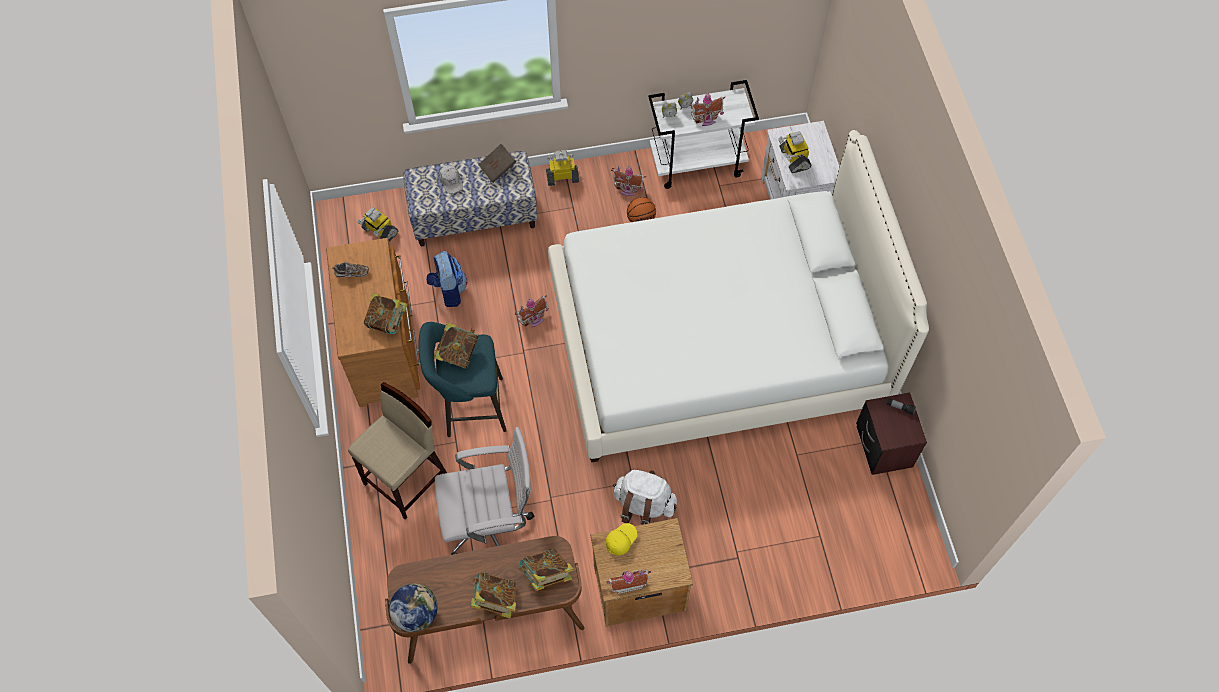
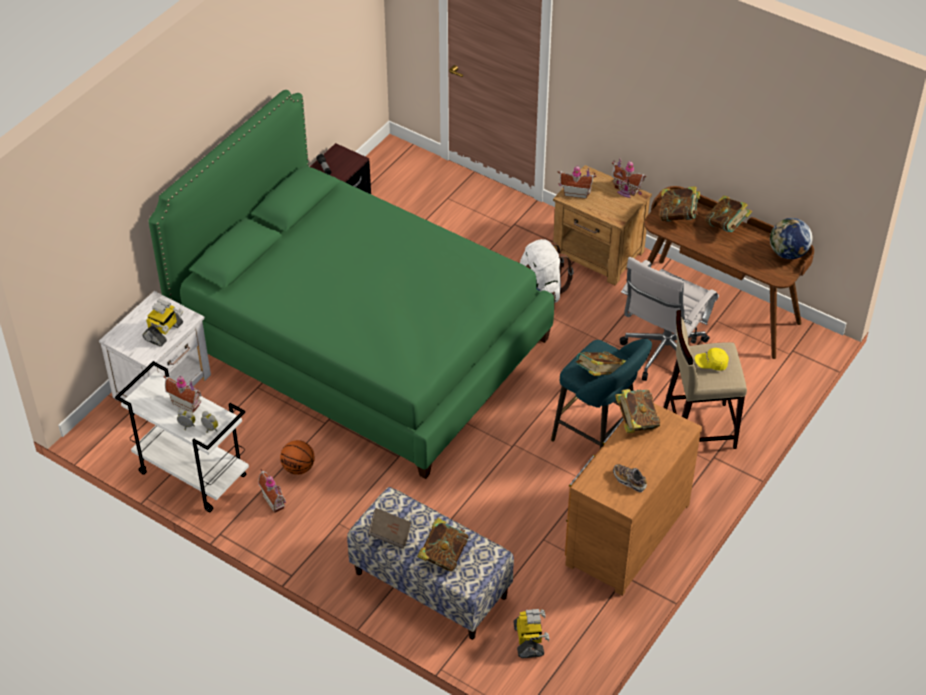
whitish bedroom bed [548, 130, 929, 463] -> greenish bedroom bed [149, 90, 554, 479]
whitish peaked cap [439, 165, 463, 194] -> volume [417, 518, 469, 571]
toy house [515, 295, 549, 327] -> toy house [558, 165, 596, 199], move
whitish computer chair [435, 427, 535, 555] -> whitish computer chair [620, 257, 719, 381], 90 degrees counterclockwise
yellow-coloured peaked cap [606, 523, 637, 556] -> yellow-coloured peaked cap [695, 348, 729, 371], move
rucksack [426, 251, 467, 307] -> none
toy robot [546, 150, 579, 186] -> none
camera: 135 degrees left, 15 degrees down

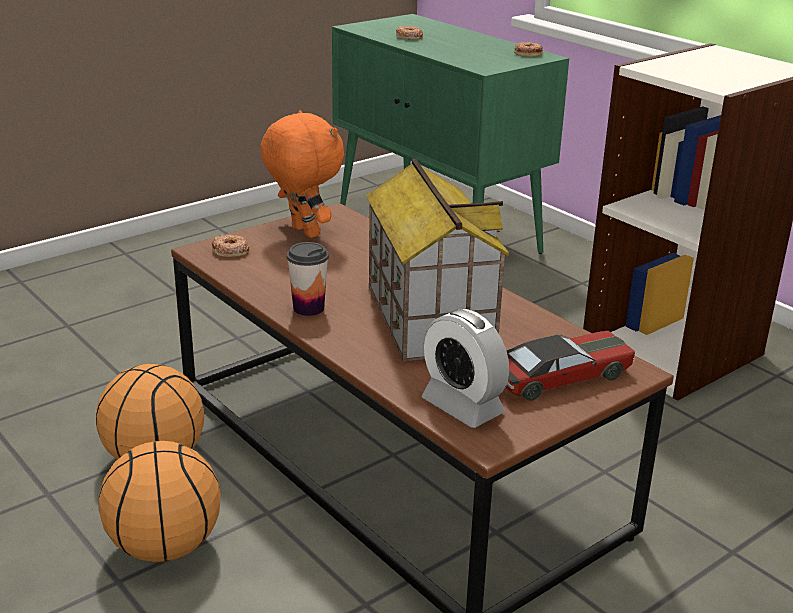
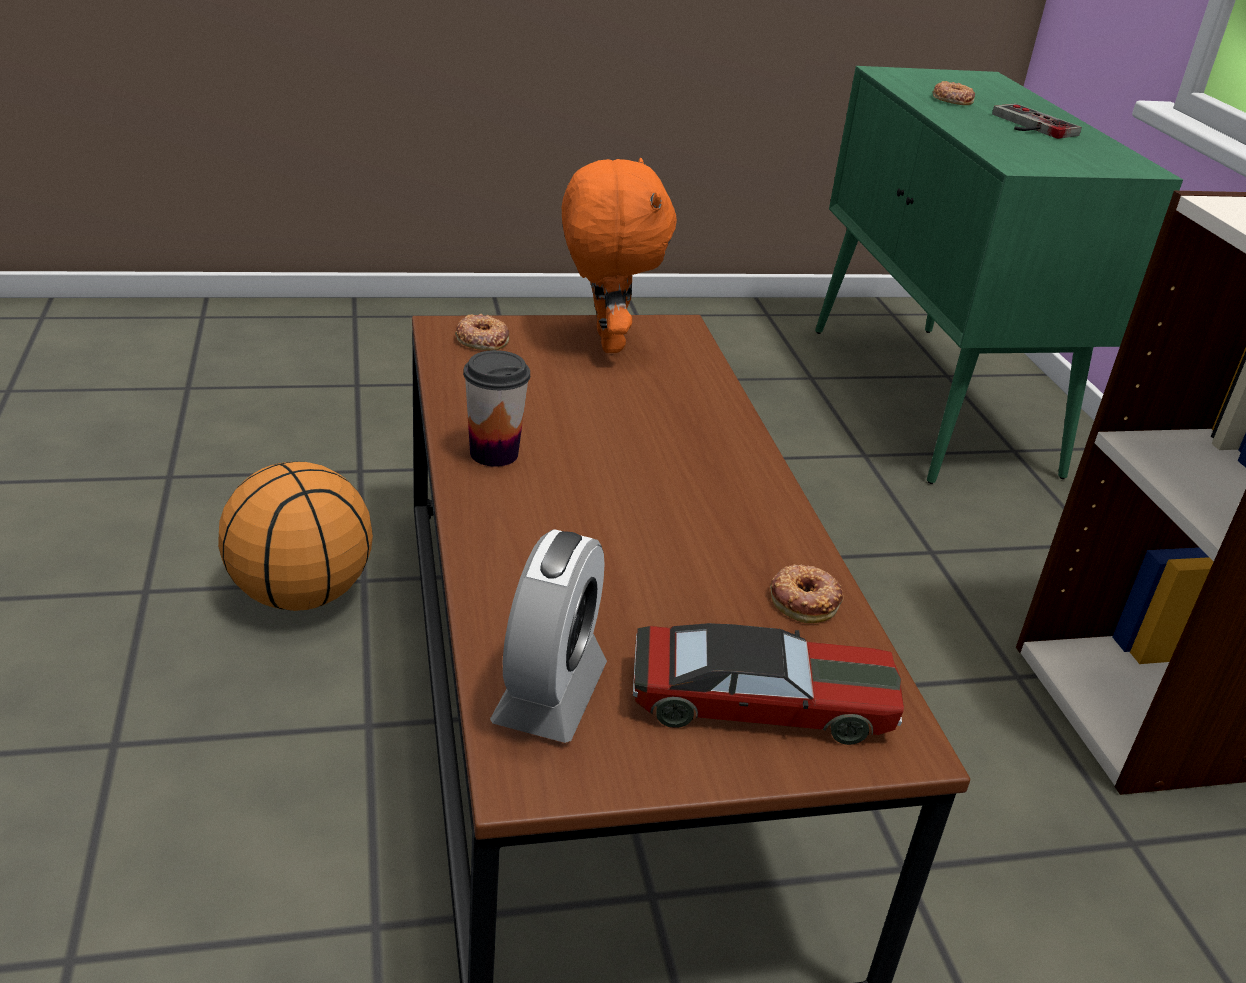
alarm clock [422, 309, 509, 428] -> alarm clock [490, 529, 607, 743], 150 degrees counterclockwise
ring doughnut [514, 42, 543, 57] -> ring doughnut [770, 564, 844, 623], move
none -> game controller [992, 103, 1082, 139]
basketball [99, 441, 221, 562] -> none
toy house [366, 158, 510, 362] -> none
camera: 25 degrees right, 5 degrees up

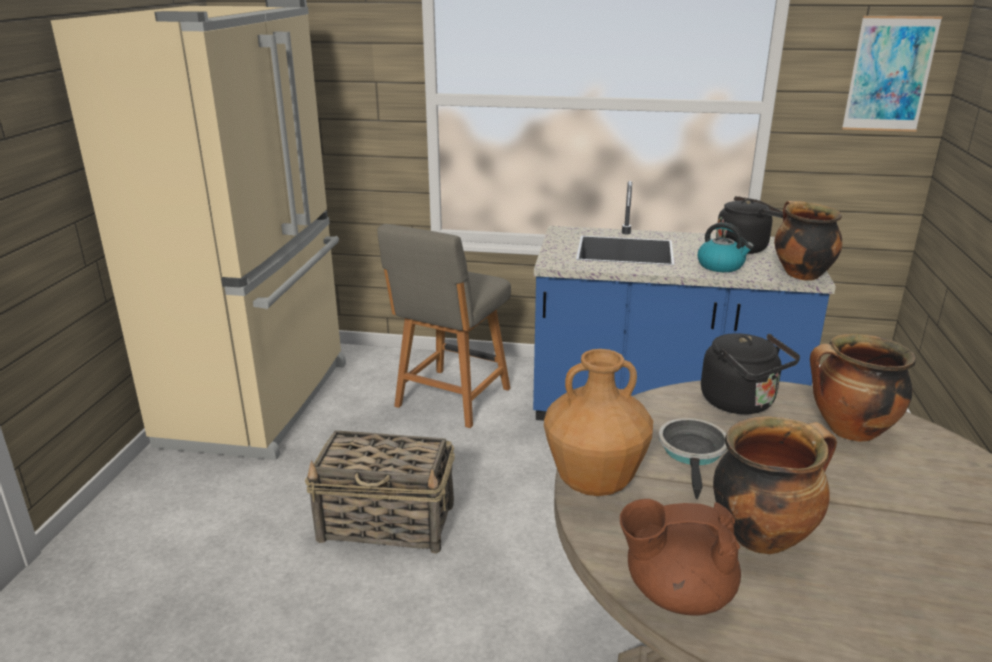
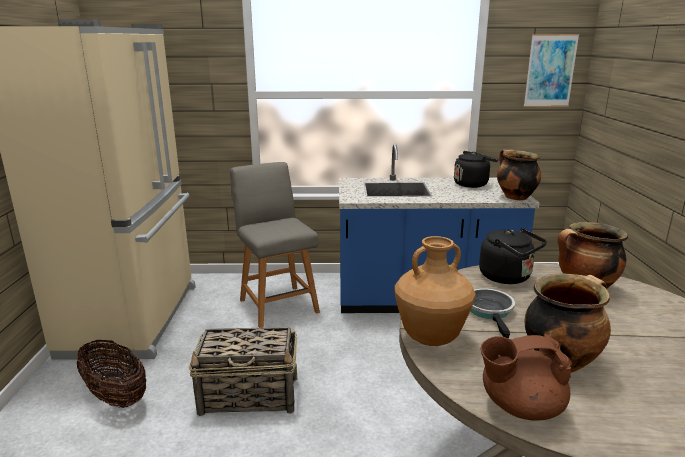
none -> household basket [77, 340, 146, 408]
grey plain chair [377, 224, 511, 428] -> grey plain chair [230, 162, 320, 328], 135 degrees clockwise
tea kettle [698, 222, 754, 272] -> none
camera: 10 degrees left, 5 degrees down

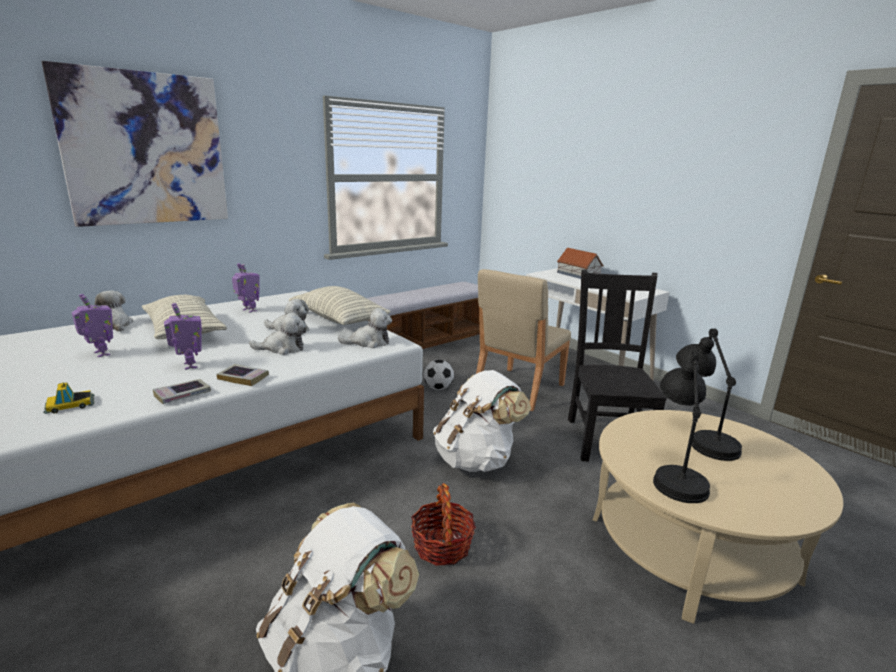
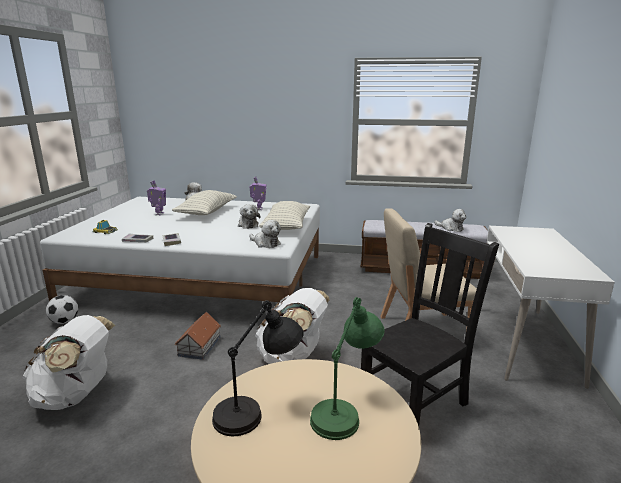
ball for football [424, 359, 454, 390] -> ball for football [46, 295, 78, 324], move
toy house [557, 248, 604, 279] -> toy house [175, 312, 221, 360], move
black-coloured lamp for a table [676, 328, 742, 461] -> greenish lamp for a table [310, 297, 384, 440]
cuddly toy [249, 313, 306, 355] -> cuddly toy [434, 209, 466, 232], move
wall picture [42, 61, 228, 227] -> none
toy robot [164, 303, 202, 370] -> none
household basket [411, 483, 476, 566] -> none
camera: 50 degrees right, 0 degrees up

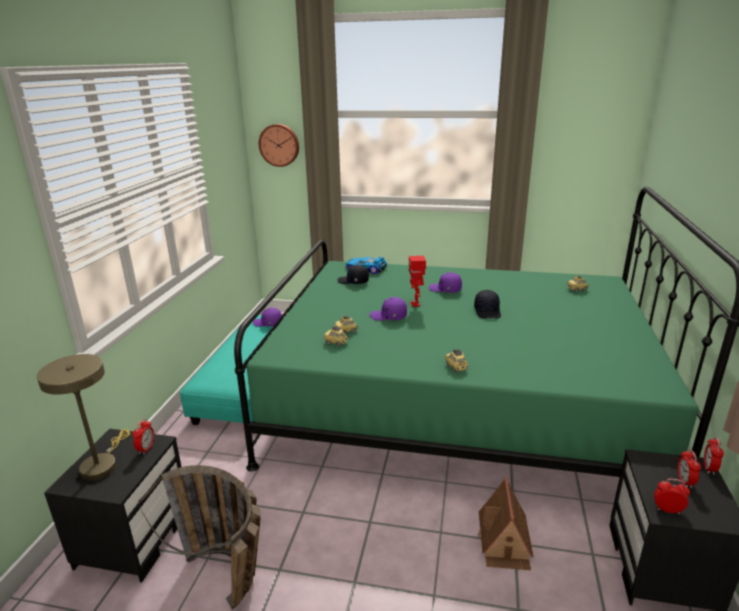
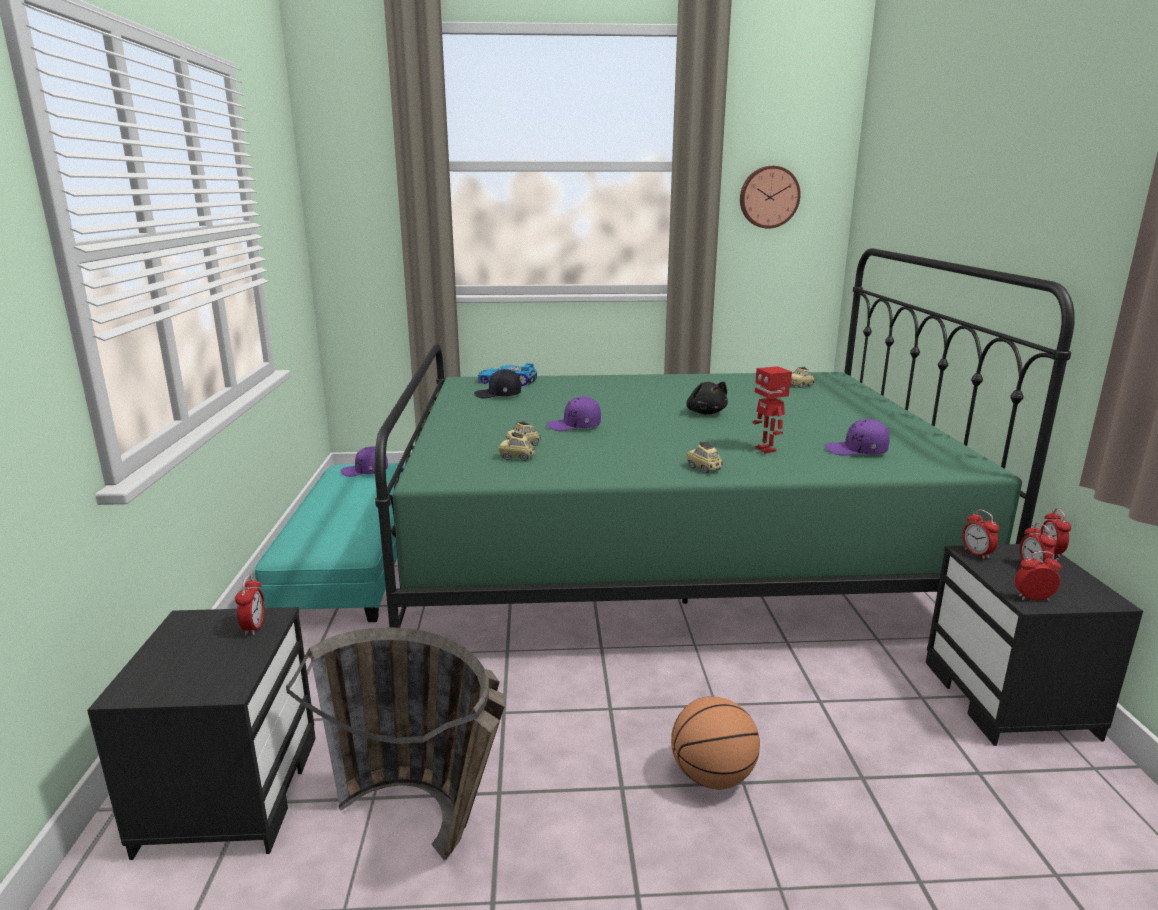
none -> basketball [671, 696, 760, 789]
black-coloured peaked cap [474, 290, 501, 319] -> black-coloured cuddly toy [686, 382, 728, 415]
wall clock [259, 124, 299, 167] -> wall clock [740, 166, 801, 229], move
toy robot [409, 256, 426, 307] -> toy robot [753, 366, 792, 453], move
purple-coloured peaked cap [429, 272, 462, 293] -> purple-coloured peaked cap [824, 419, 890, 455], move
none -> alarm clock [962, 510, 999, 559]
beige lamp for a table [37, 354, 130, 481] -> none
toy house [478, 477, 533, 570] -> none
camera: 15 degrees left, 5 degrees down

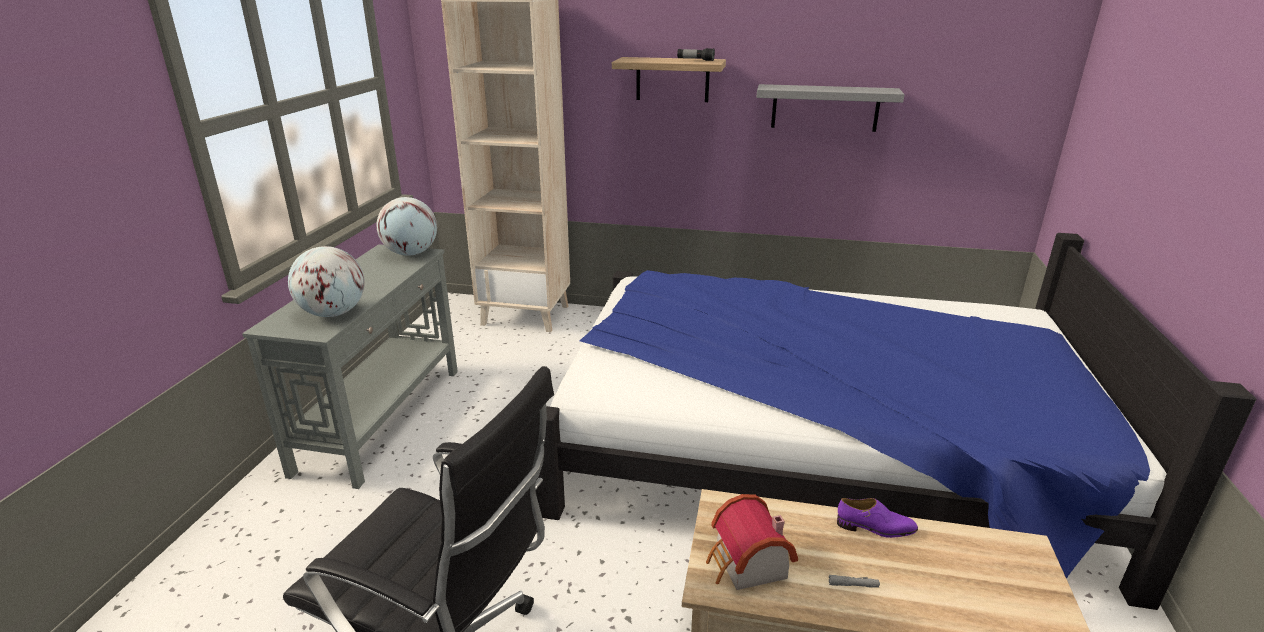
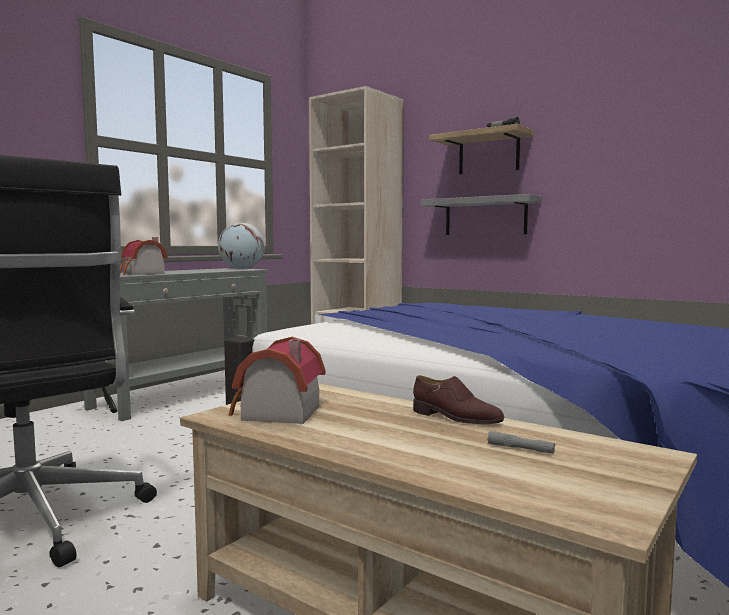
desk globe [288, 246, 365, 317] -> toy house [120, 237, 168, 275]
purple-coloured item of footwear [837, 498, 918, 538] -> brownish item of footwear [413, 375, 505, 424]
grey shelf [757, 84, 905, 132] -> grey shelf [421, 194, 542, 235], move
grey hand torch [829, 575, 880, 588] -> grey hand torch [487, 431, 555, 453], move
camera: 25 degrees right, 20 degrees down

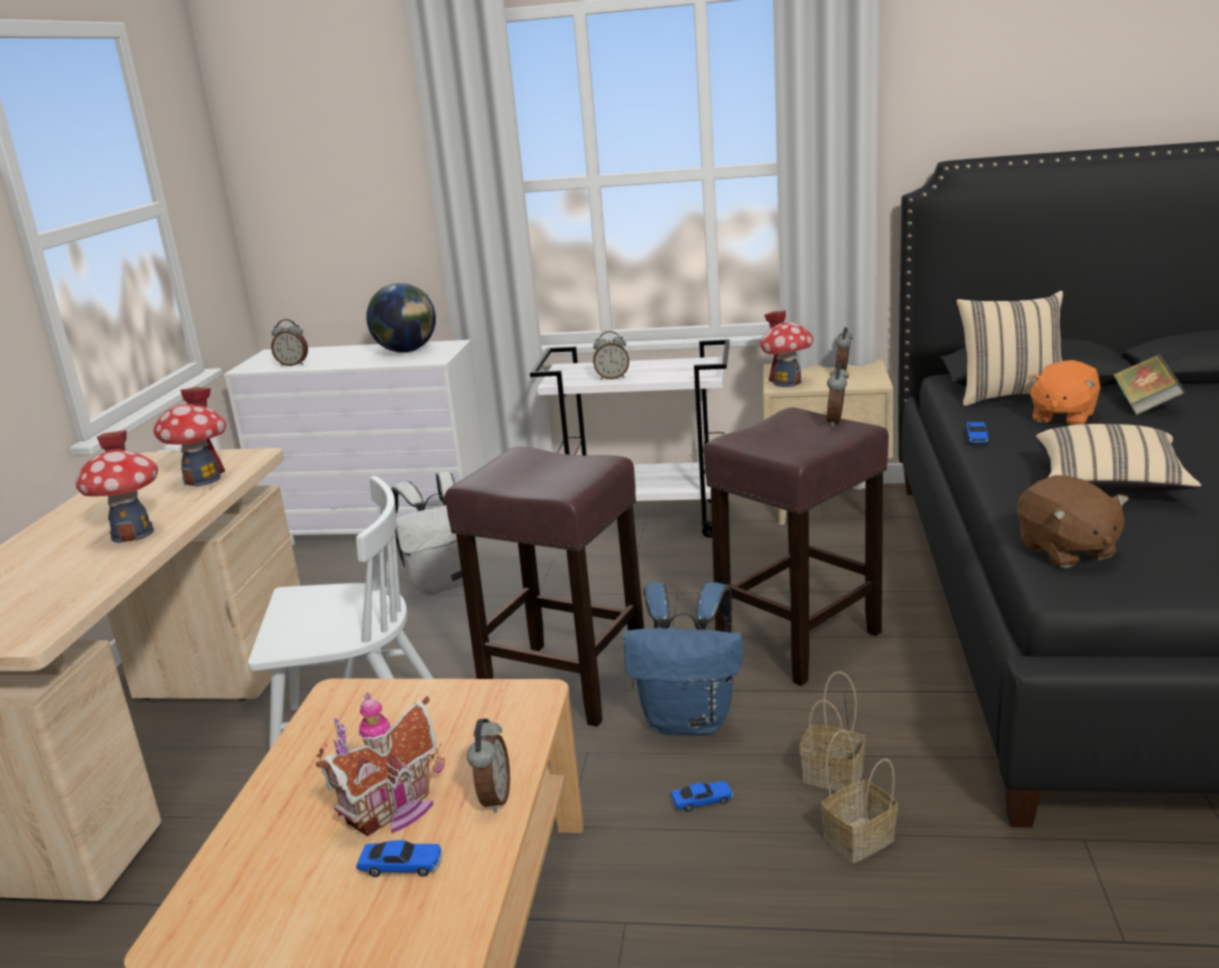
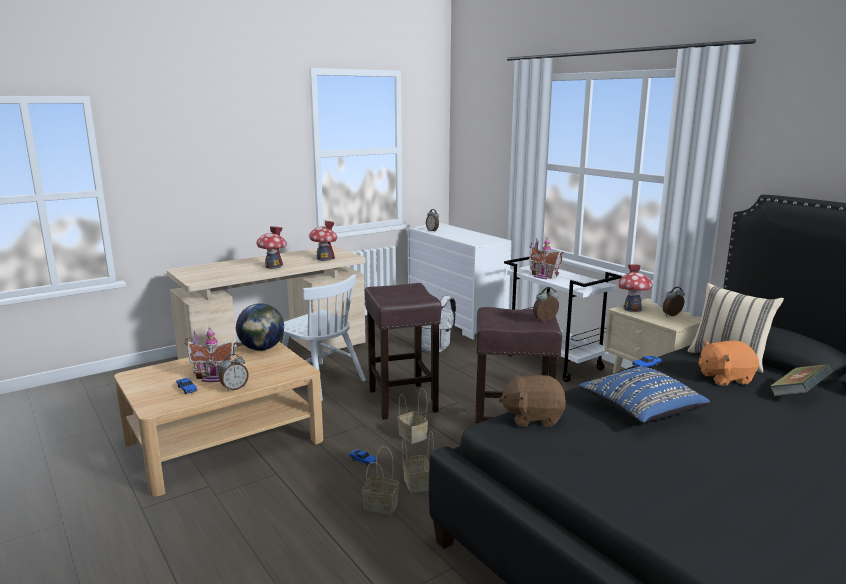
desk globe [366, 283, 436, 353] -> desk globe [236, 303, 284, 351], move
blue rucksack [623, 582, 743, 735] -> household basket [398, 388, 428, 444]
brownish cuddly toy [1017, 475, 1129, 568] -> brownish cuddly toy [499, 374, 566, 427], 60 degrees clockwise
alarm clock [593, 331, 629, 380] -> toy house [529, 238, 564, 279]
beige pillow [1036, 424, 1201, 493] -> blue pillow [579, 367, 710, 423]
camera: 45 degrees right, 5 degrees down

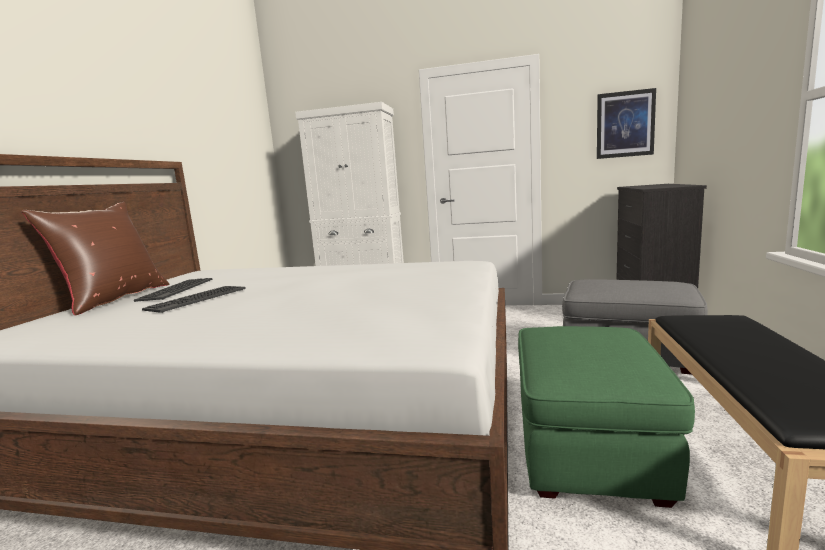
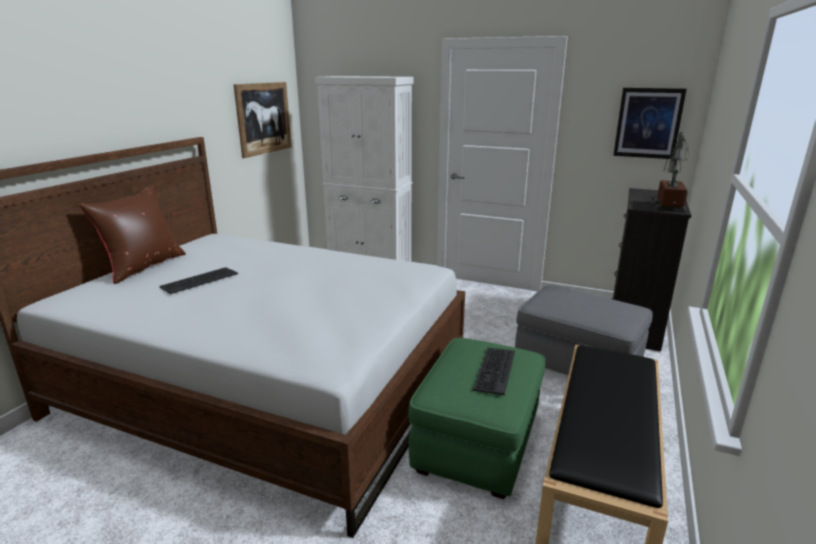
none -> wall picture [233, 82, 292, 158]
PC keyboard [134, 278, 213, 302] -> PC keyboard [473, 347, 515, 395], move
none -> lamp for a table [630, 132, 689, 211]
camera: 10 degrees right, 10 degrees up

